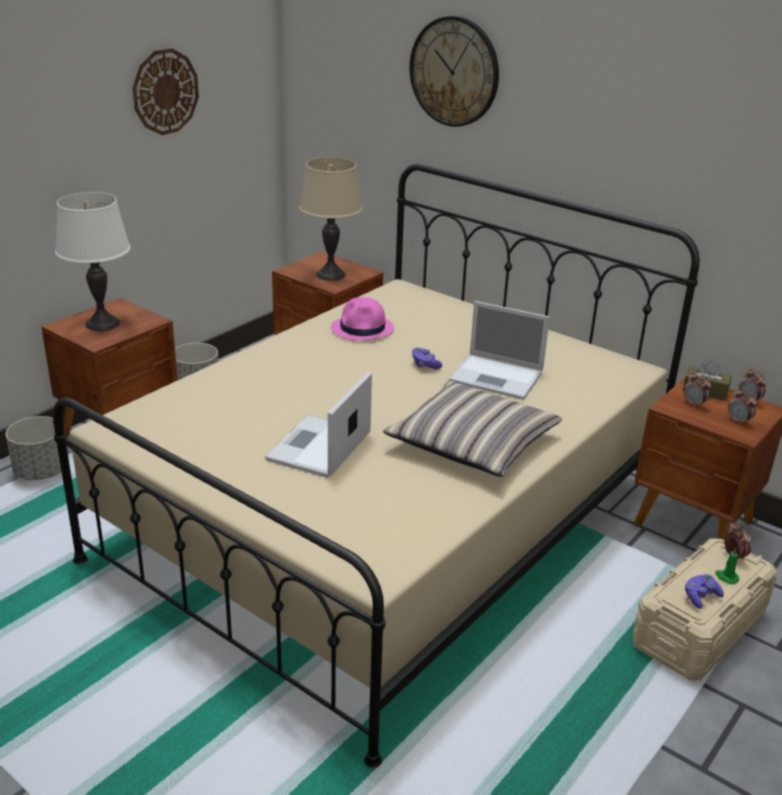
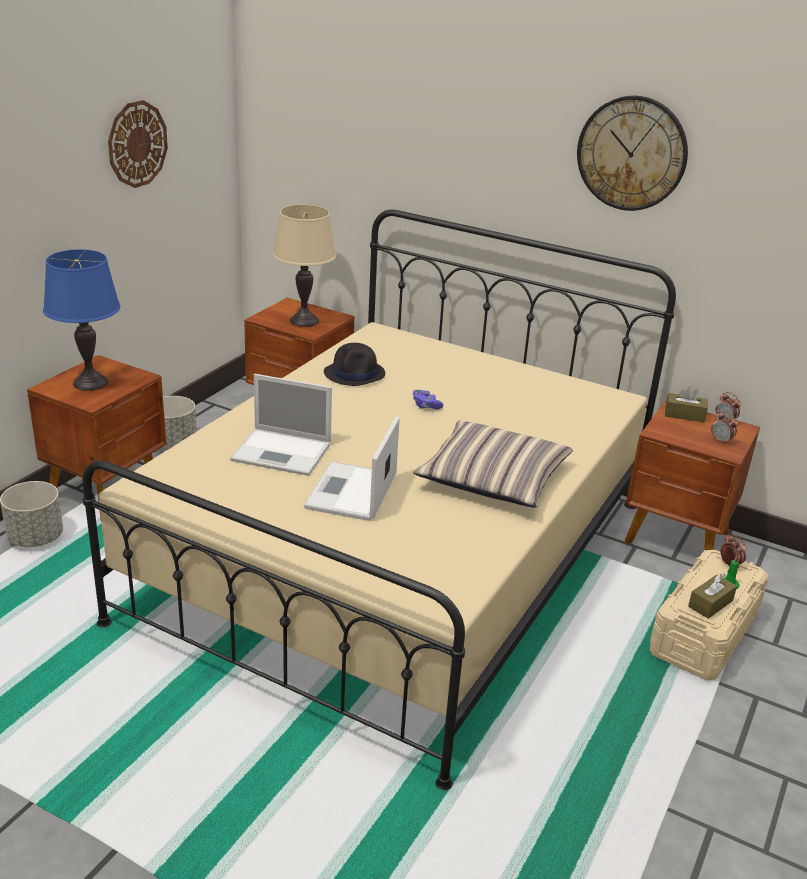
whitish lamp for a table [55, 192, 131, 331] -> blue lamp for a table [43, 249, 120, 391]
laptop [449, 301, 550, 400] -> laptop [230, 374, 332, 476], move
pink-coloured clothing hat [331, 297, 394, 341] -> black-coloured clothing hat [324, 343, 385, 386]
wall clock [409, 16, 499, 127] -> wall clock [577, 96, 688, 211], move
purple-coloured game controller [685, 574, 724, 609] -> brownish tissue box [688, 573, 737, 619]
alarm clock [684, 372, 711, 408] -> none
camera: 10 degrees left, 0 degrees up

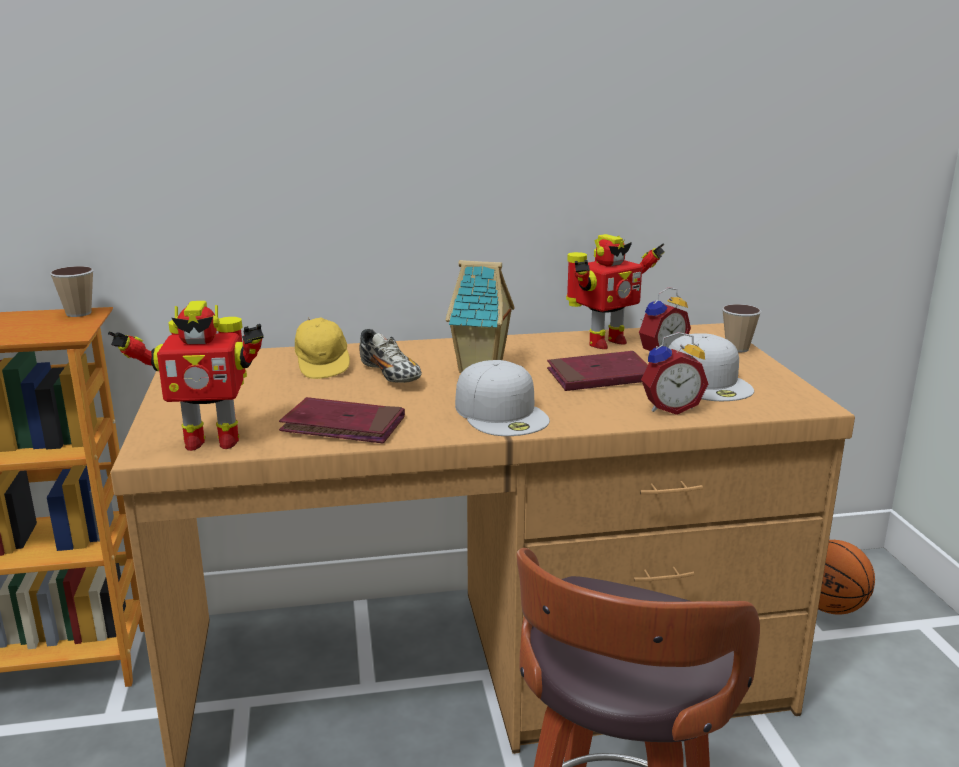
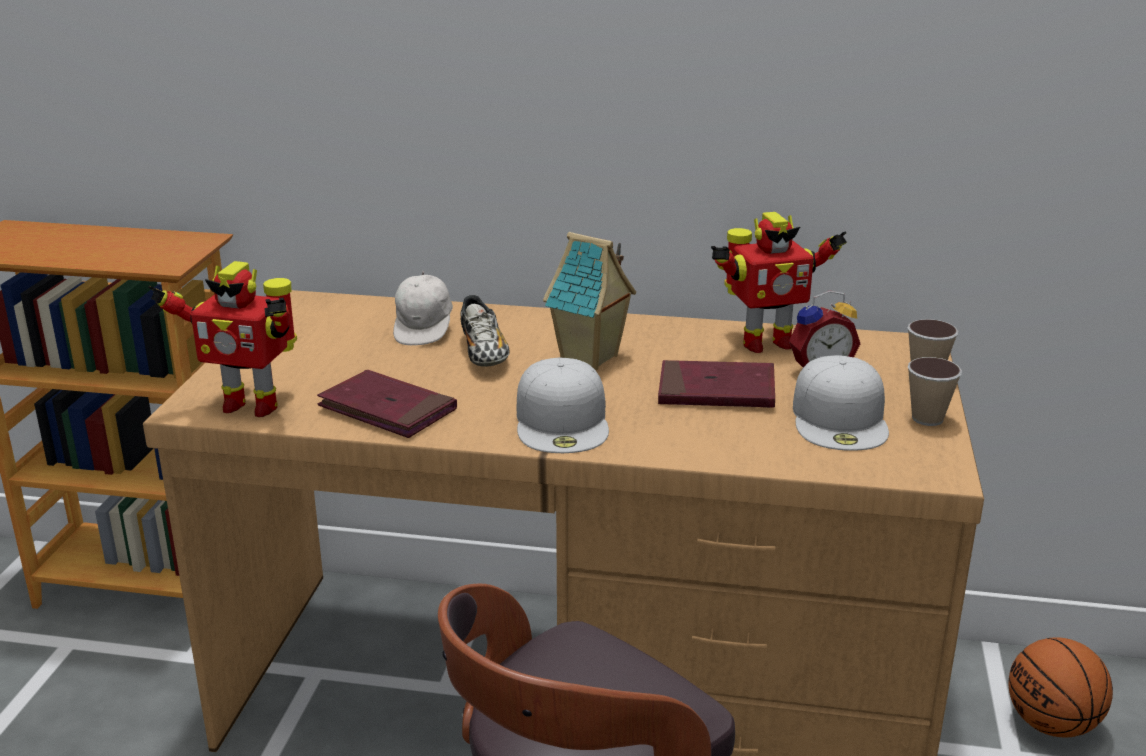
yellow-coloured peaked cap [295, 317, 350, 379] -> whitish peaked cap [393, 271, 453, 346]
small cup [50, 266, 94, 317] -> small cup [908, 357, 962, 426], move
alarm clock [641, 332, 708, 415] -> none
camera: 20 degrees right, 5 degrees up

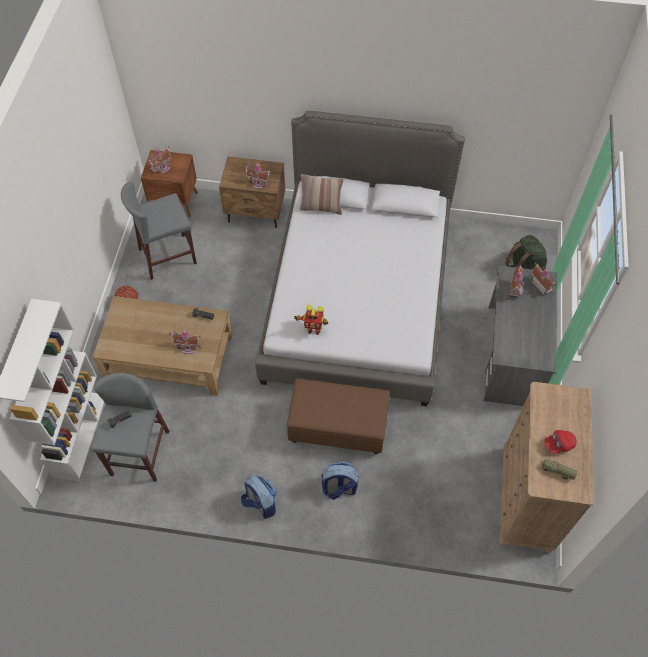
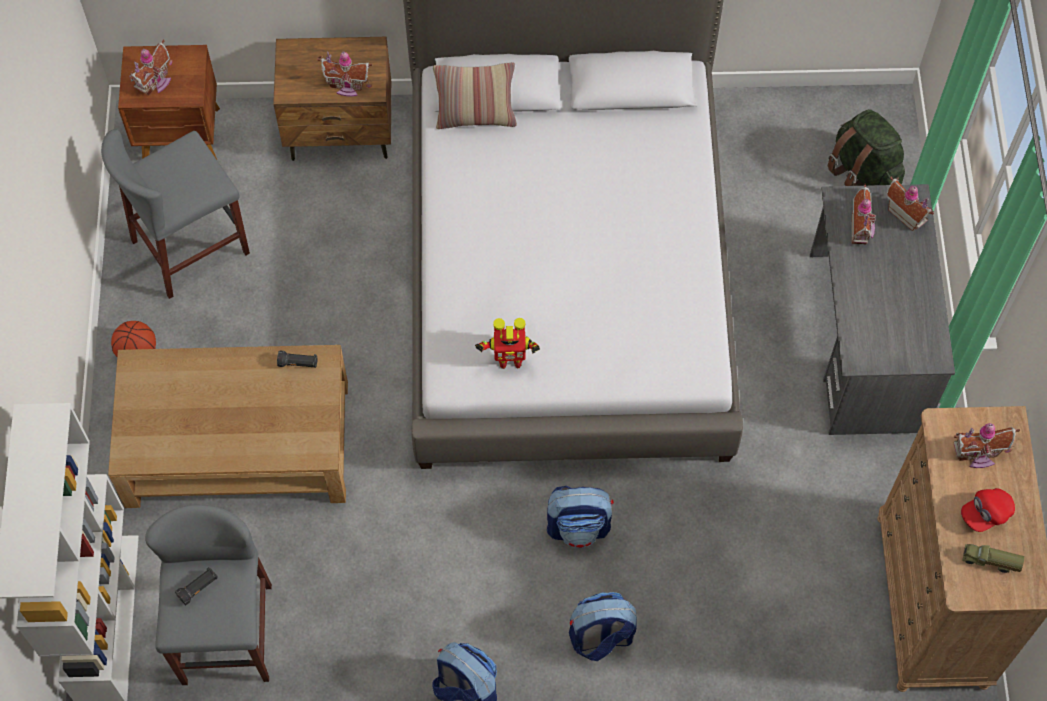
brownish footrest [287, 378, 390, 454] -> rucksack [547, 486, 614, 548]
toy house [169, 330, 202, 354] -> toy house [954, 423, 1020, 468], move
camera: 10 degrees left, 5 degrees up

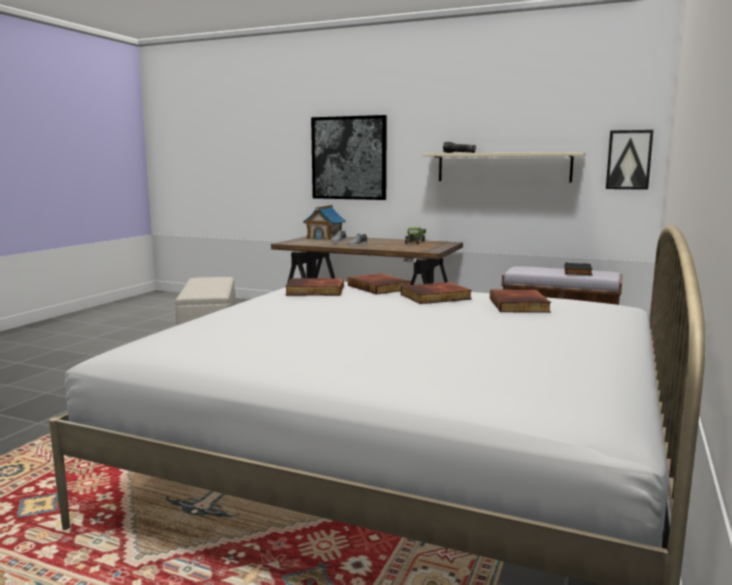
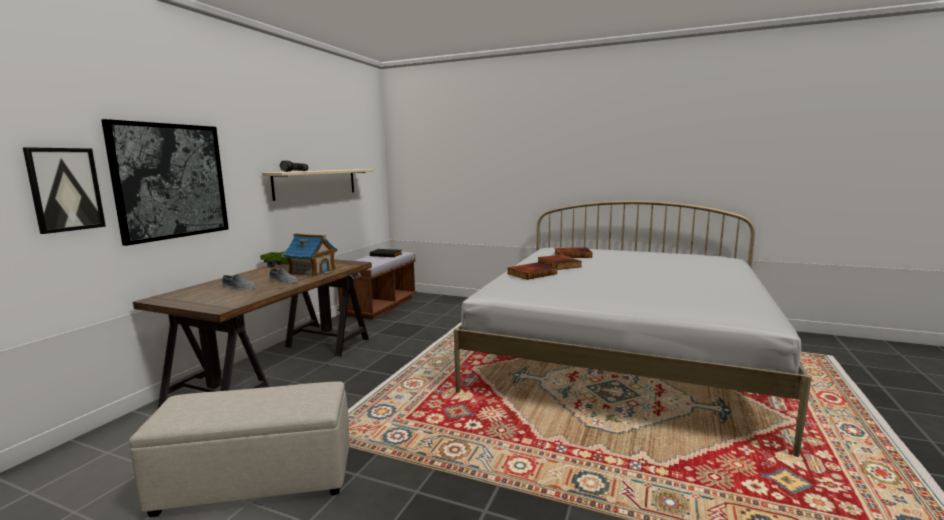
wall picture [606, 130, 654, 190] -> wall picture [23, 147, 106, 234], move
toy house [303, 205, 346, 240] -> toy house [283, 233, 337, 277], move
volume [285, 278, 344, 296] -> none
camera: 90 degrees left, 0 degrees up

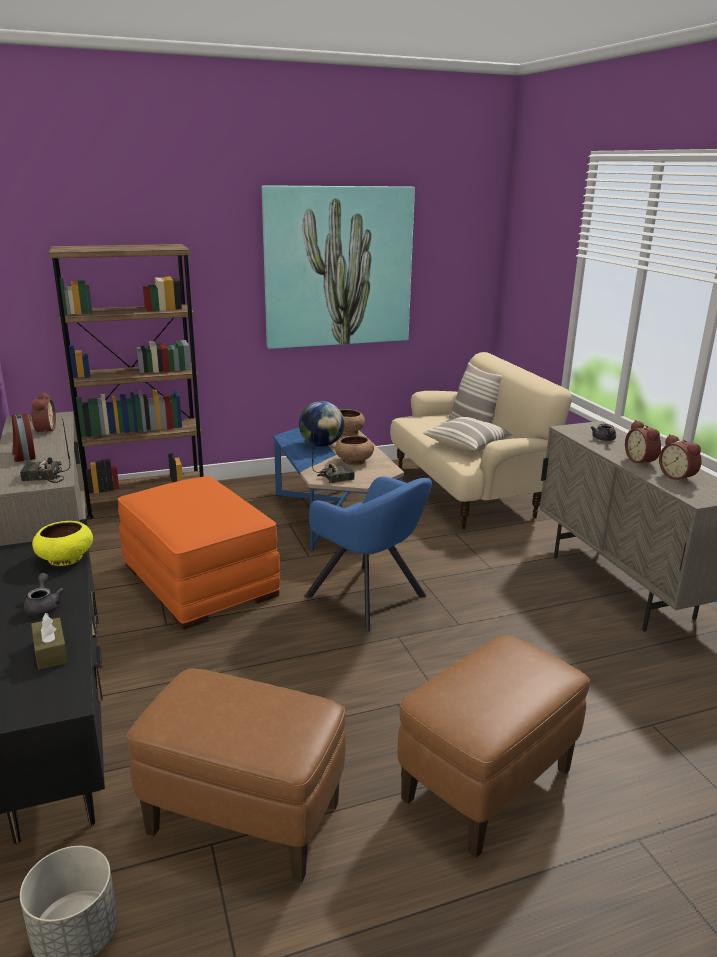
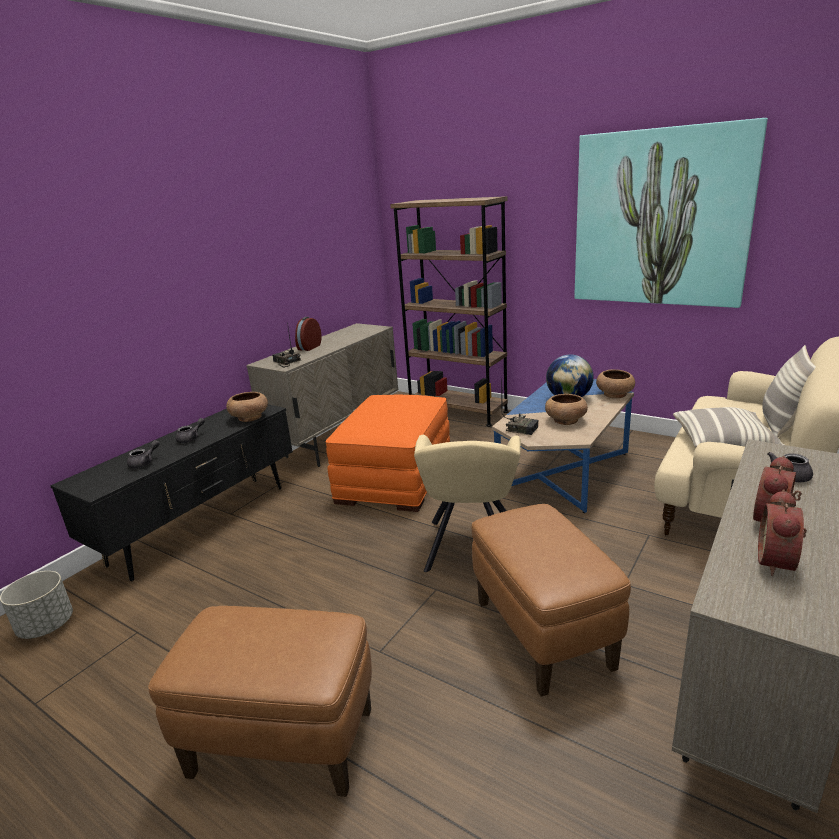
brownish tissue box [31, 613, 68, 670] -> grey pot for tea [127, 440, 160, 468]
yellow-coloured serving bowl [32, 521, 93, 566] -> brownish serving bowl [226, 392, 268, 422]
blue easy chair [304, 477, 432, 632] -> beige easy chair [414, 435, 521, 572]
brownish footrest [127, 668, 346, 883] -> brownish footrest [471, 504, 631, 697], move
alarm clock [29, 392, 56, 435] -> none
camera: 55 degrees right, 0 degrees up

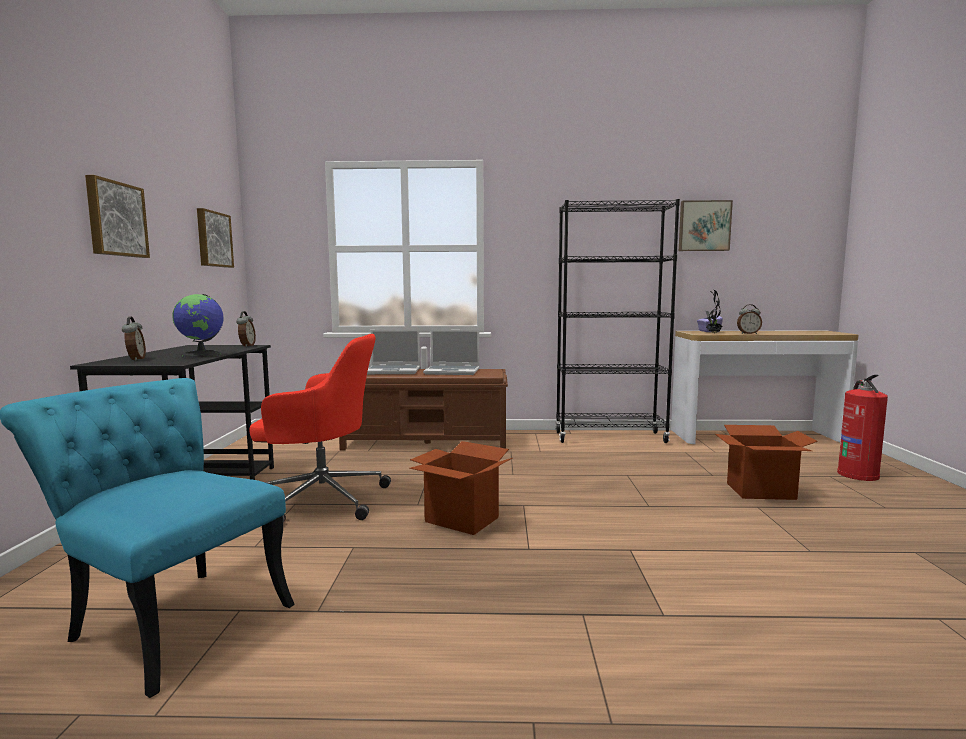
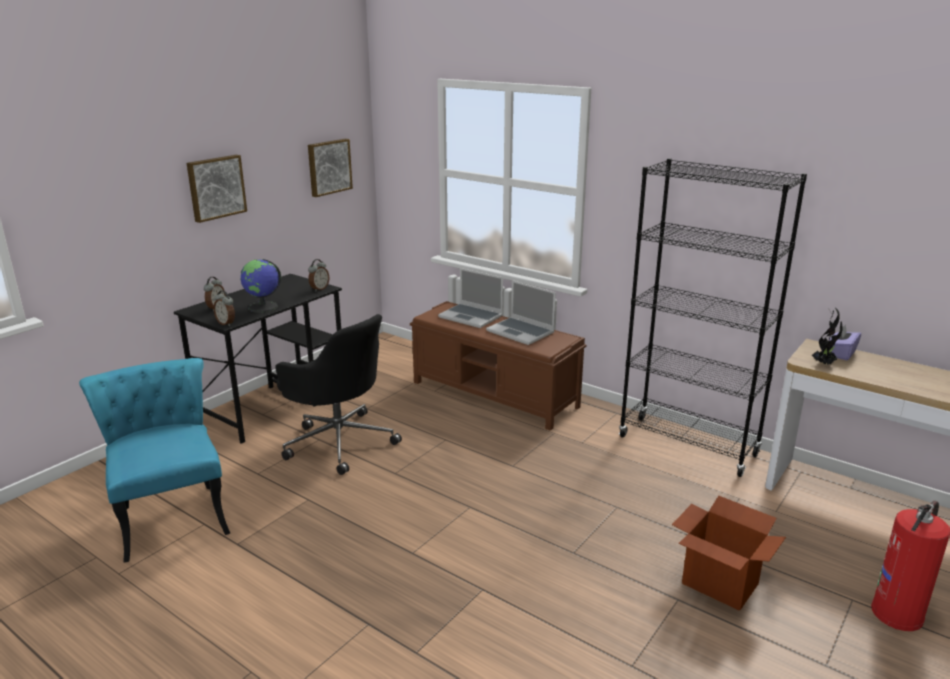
alarm clock [737, 304, 762, 334] -> alarm clock [214, 290, 235, 326], move
red computer chair [249, 334, 391, 522] -> black-coloured computer chair [275, 314, 402, 475]
carton [409, 441, 512, 535] -> none
wall picture [679, 200, 733, 251] -> none
camera: 35 degrees right, 15 degrees up

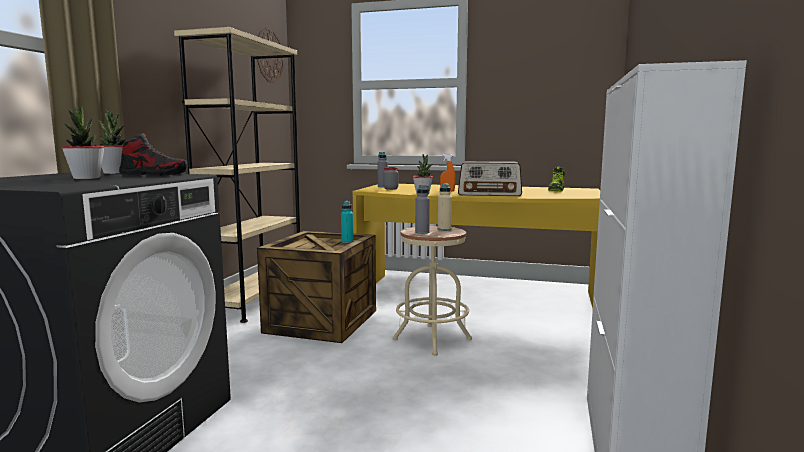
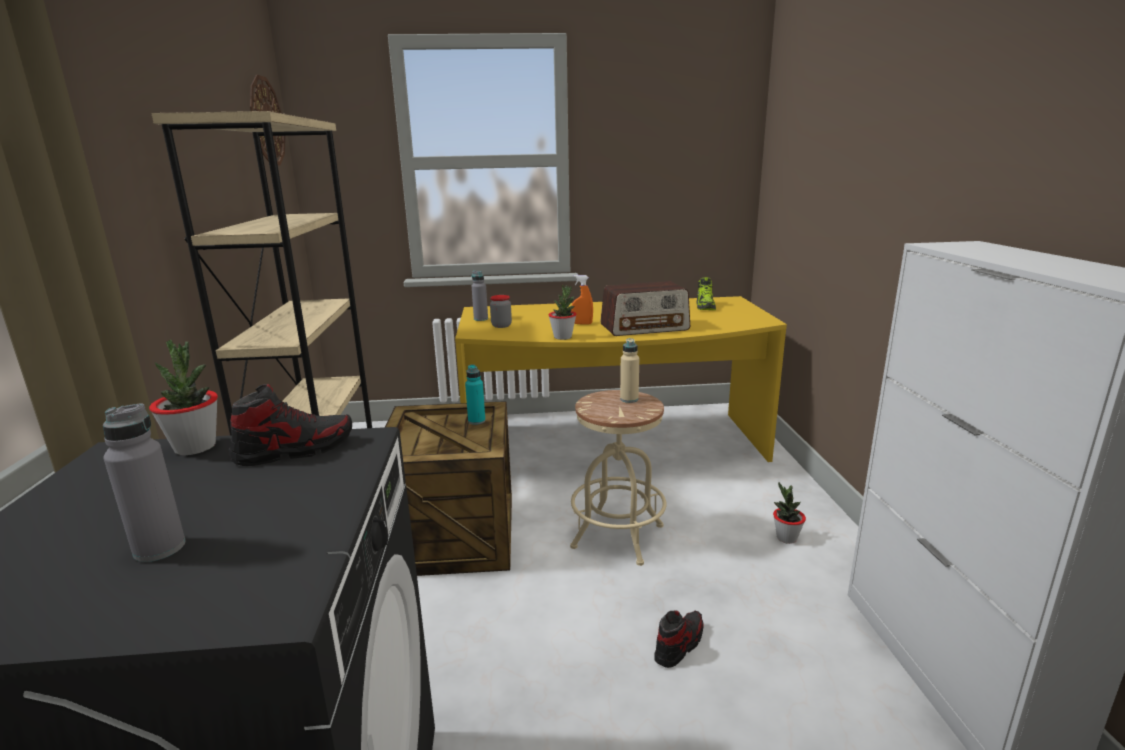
grey drink bottle [415, 185, 430, 234] -> grey drink bottle [103, 404, 186, 562], move
none -> item of footwear [654, 610, 704, 668]
plant in a pot [62, 106, 105, 179] -> plant in a pot [773, 482, 806, 544], move
camera: 20 degrees left, 10 degrees up

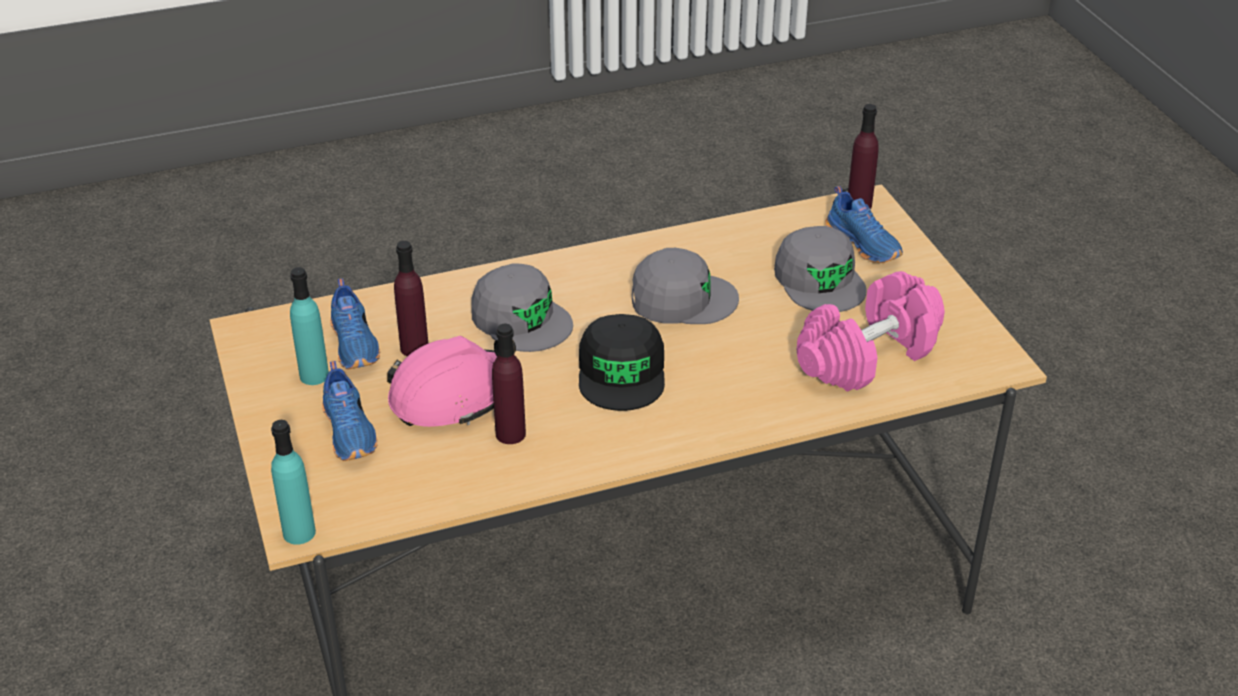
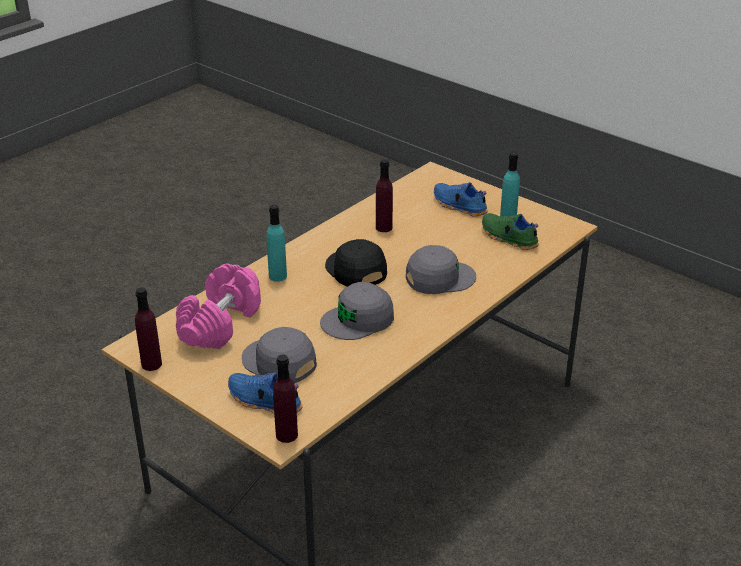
purple-coloured drink bottle [394, 241, 428, 356] -> purple-coloured drink bottle [135, 287, 162, 371], move
turquoise drink bottle [271, 420, 316, 545] -> turquoise drink bottle [267, 205, 287, 282], move
grey peaked cap [471, 263, 573, 352] -> grey peaked cap [406, 245, 476, 294], 150 degrees clockwise
blue item of footwear [330, 278, 380, 370] -> greenish item of footwear [482, 213, 539, 250]
pink-coloured safety helmet [387, 336, 516, 427] -> none
camera: 150 degrees right, 5 degrees down

